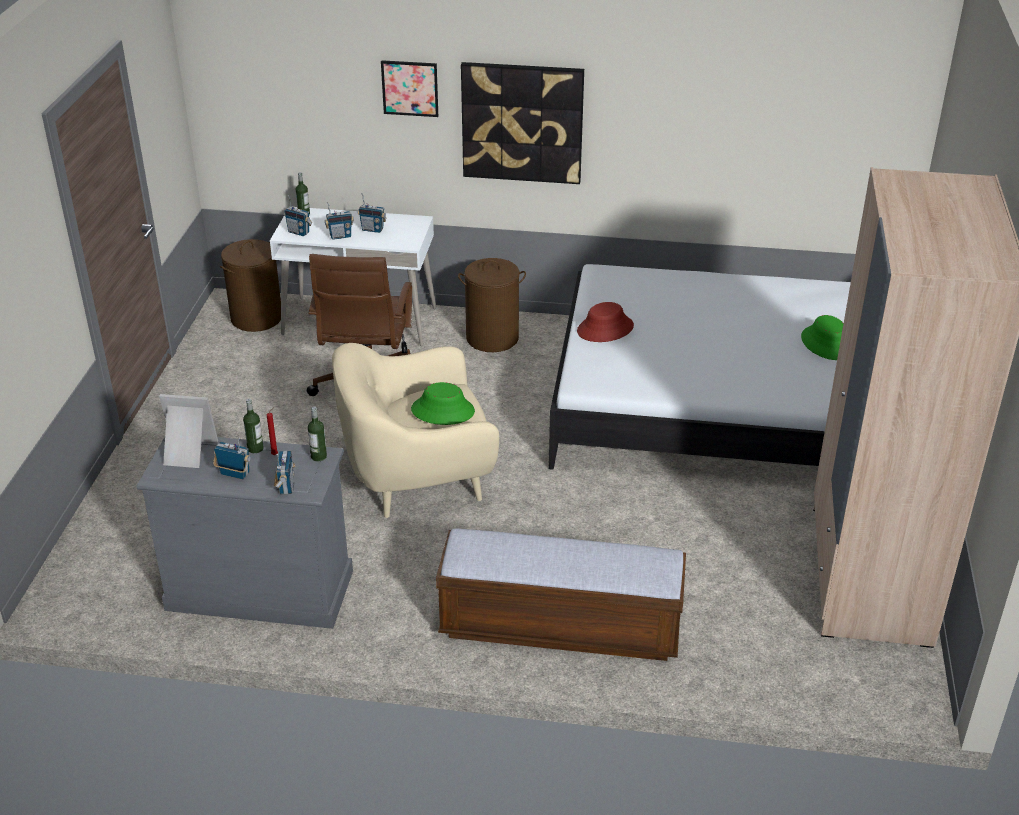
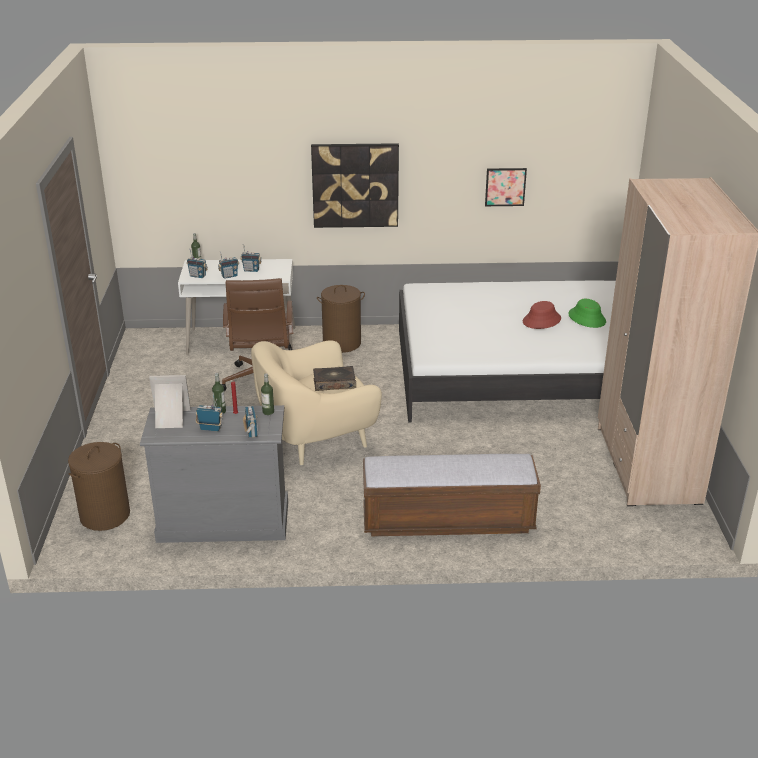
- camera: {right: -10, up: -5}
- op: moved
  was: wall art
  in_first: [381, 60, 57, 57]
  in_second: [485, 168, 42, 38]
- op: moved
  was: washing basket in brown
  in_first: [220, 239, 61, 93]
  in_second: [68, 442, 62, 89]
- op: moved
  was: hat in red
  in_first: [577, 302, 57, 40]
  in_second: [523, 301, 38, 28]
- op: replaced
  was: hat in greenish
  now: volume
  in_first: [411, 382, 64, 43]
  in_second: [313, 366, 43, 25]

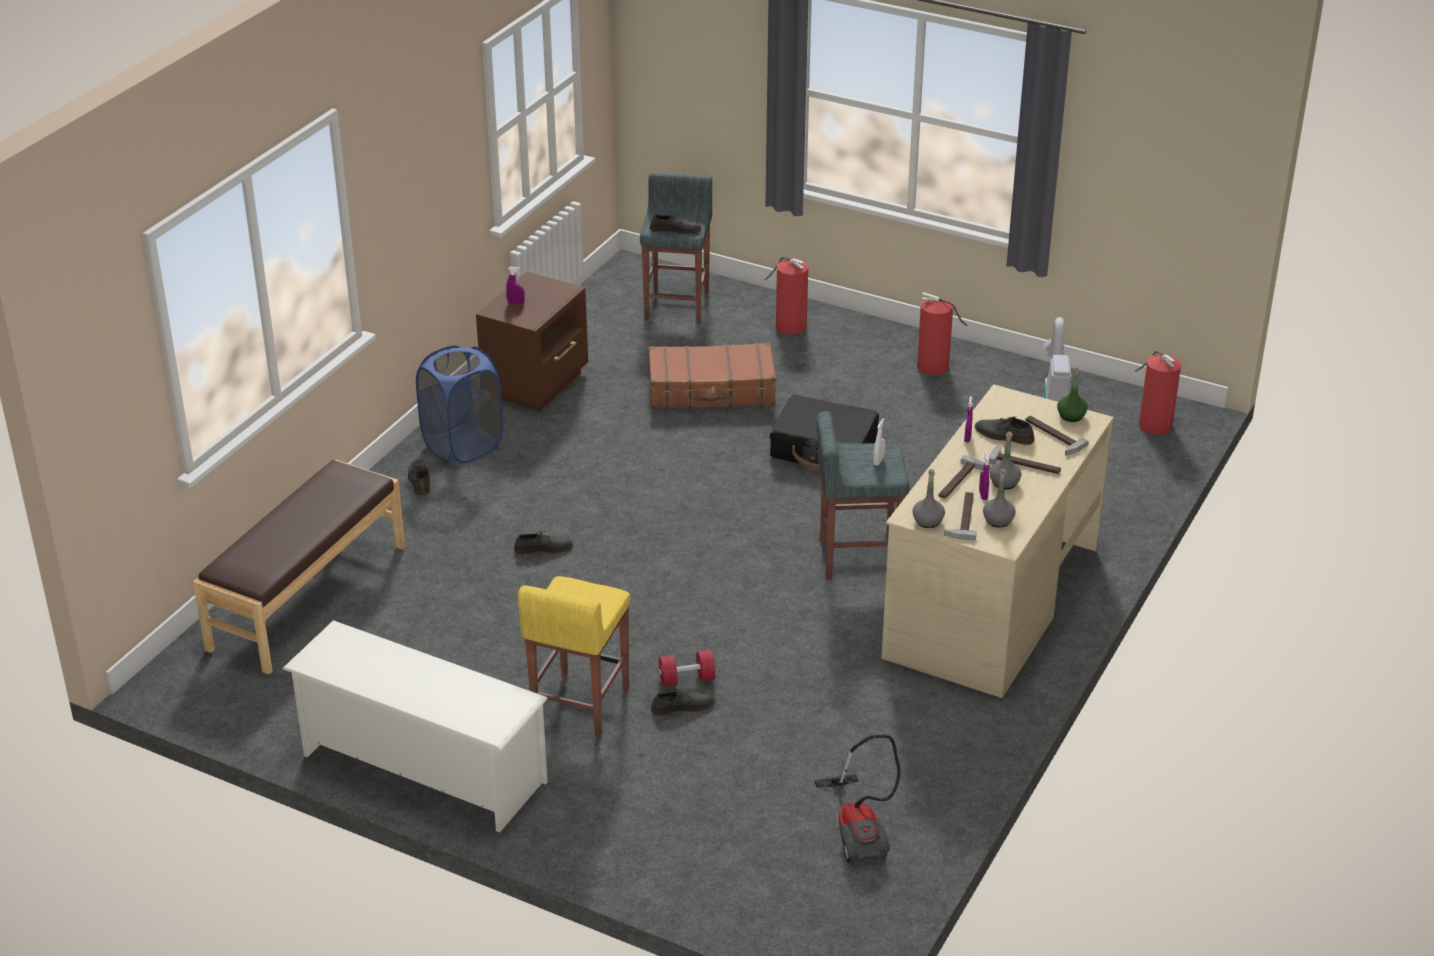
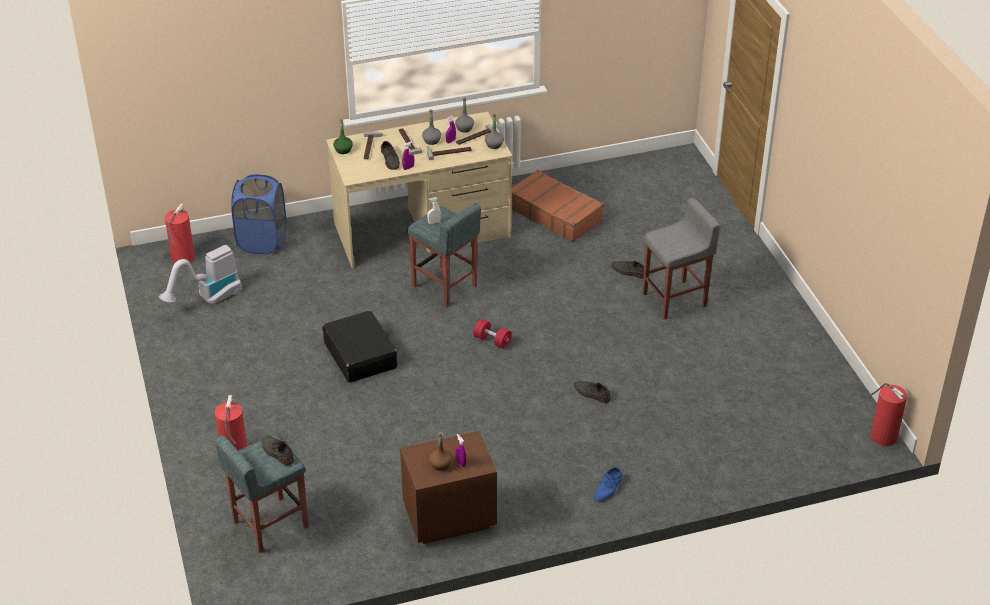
- camera: {right: -135, up: 5}
- op: moved
  was: extinguisher
  in_first: [917, 292, 50, 83]
  in_second: [867, 383, 40, 63]
- op: moved
  was: piece of luggage in brown
  in_first: [649, 343, 127, 66]
  in_second: [511, 170, 93, 72]
- op: moved
  was: washing basket in blue-coloured
  in_first: [416, 346, 87, 117]
  in_second: [231, 174, 55, 80]
- op: removed
  was: bench in brown
  in_first: [193, 460, 212, 215]
- op: recoloured
  was: shoe in grey
  now: shoe in blue-coloured
  in_first: [408, 460, 22, 35]
  in_second: [594, 467, 28, 35]
- op: recoloured
  was: stool seat in yellow
  now: stool seat in grey
  in_first: [518, 576, 112, 162]
  in_second: [643, 198, 78, 122]
- op: removed
  was: shoe shelf in white-coloured
  in_first: [282, 620, 266, 213]
- op: moved
  was: free weight in red
  in_first: [659, 650, 57, 37]
  in_second: [473, 319, 39, 30]
- op: removed
  was: hoover
  in_first: [815, 734, 86, 132]
- op: added
  now: bottle in brown
  in_second: [429, 432, 24, 39]

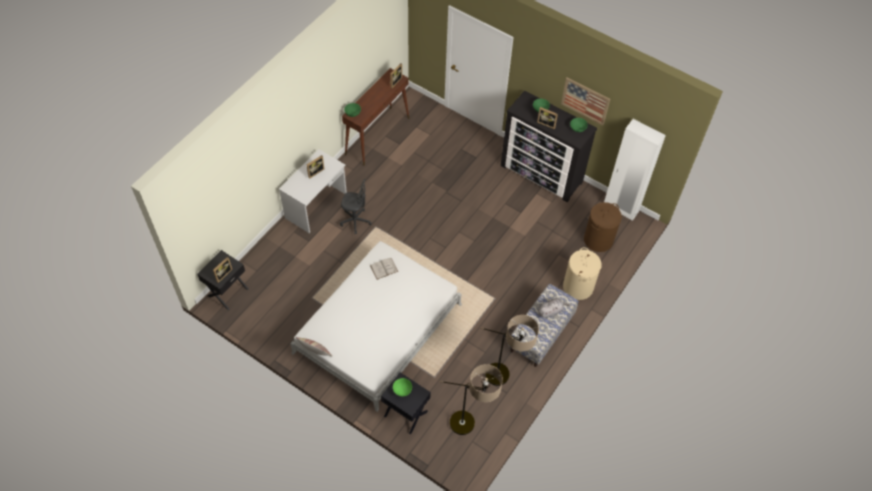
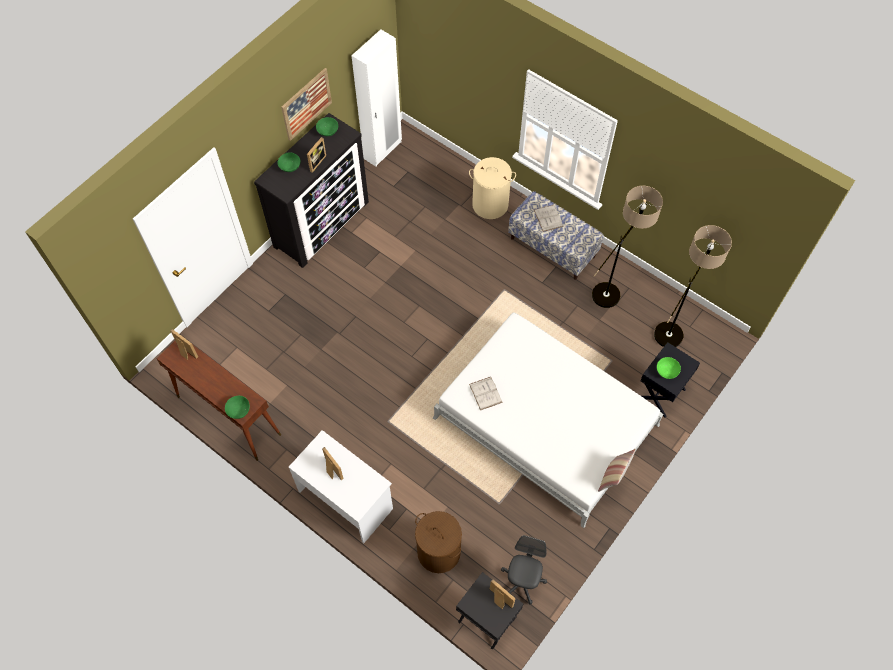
- camera: {right: -85, up: 5}
- op: moved
  was: computer chair in grey
  in_first: [340, 179, 32, 55]
  in_second: [501, 535, 46, 70]
- op: moved
  was: washing basket in brown
  in_first: [584, 202, 38, 50]
  in_second: [415, 511, 47, 62]
- op: replaced
  was: plush toy in grey
  now: volume in white-coloured
  in_first: [538, 298, 32, 20]
  in_second: [534, 205, 29, 27]

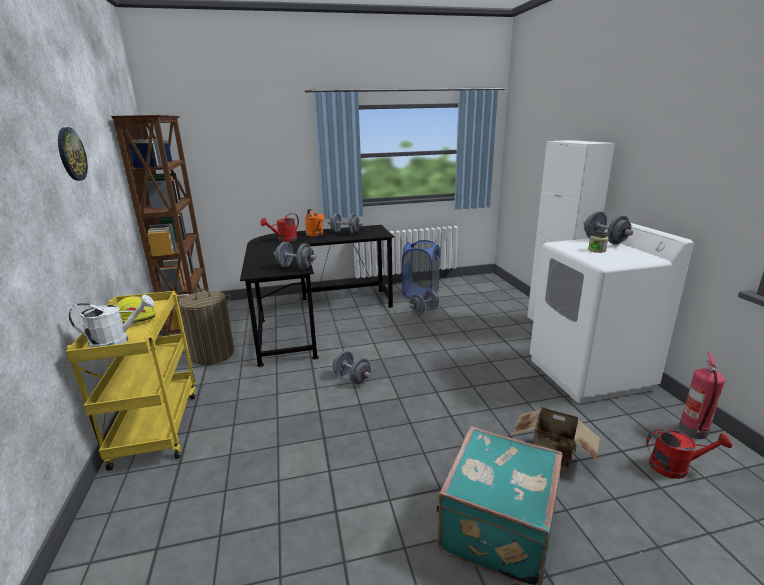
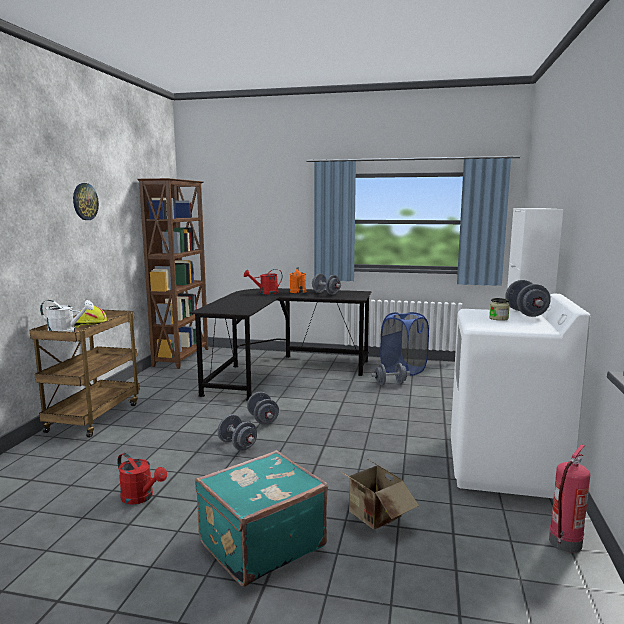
- camera: {right: 25, up: -10}
- op: moved
  was: free weight in grey
  in_first: [273, 242, 44, 27]
  in_second: [217, 414, 40, 37]
- op: removed
  was: washing basket
  in_first: [174, 289, 60, 76]
- op: recoloured
  was: wheeled cart in yellow
  now: wheeled cart in brown
  in_first: [66, 291, 130, 180]
  in_second: [29, 310, 111, 128]
- op: moved
  was: watering can in red
  in_first: [646, 429, 86, 50]
  in_second: [117, 453, 50, 51]

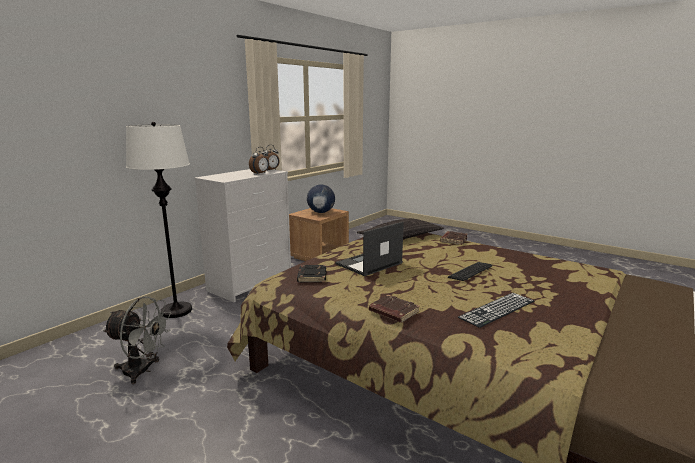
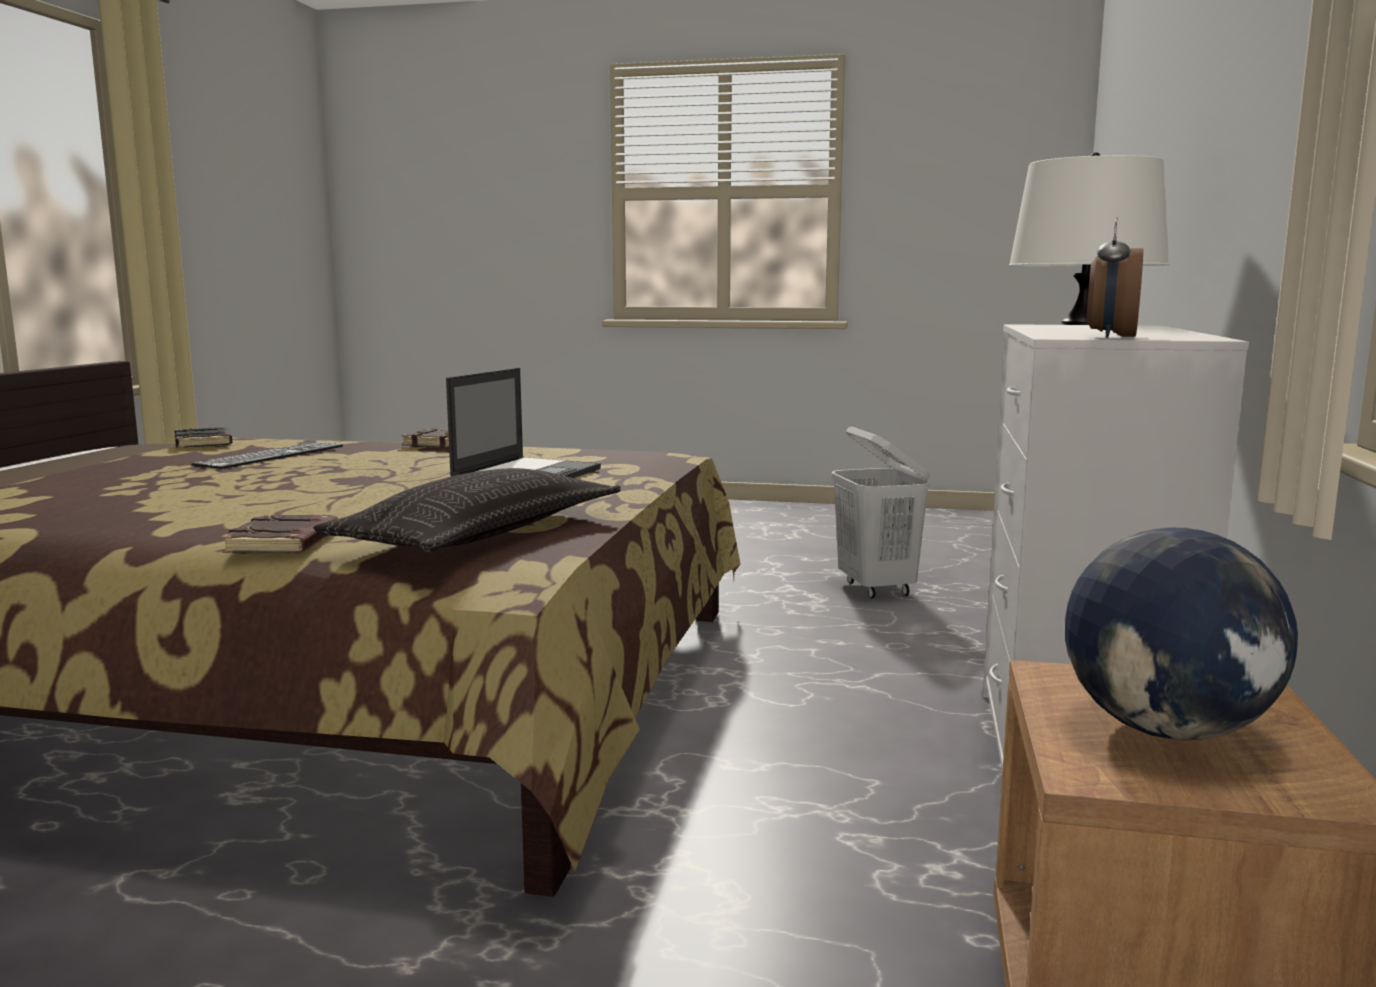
- camera: {right: 155, up: -5}
- op: removed
  was: table clock
  in_first: [249, 147, 20, 27]
- op: removed
  was: PC keyboard
  in_first: [448, 262, 44, 19]
- op: moved
  was: volume in blackish
  in_first: [297, 265, 30, 17]
  in_second: [175, 427, 57, 21]
- op: replaced
  was: fan in grey
  now: washing basket in white-coloured
  in_first: [103, 296, 68, 88]
  in_second: [831, 427, 99, 172]

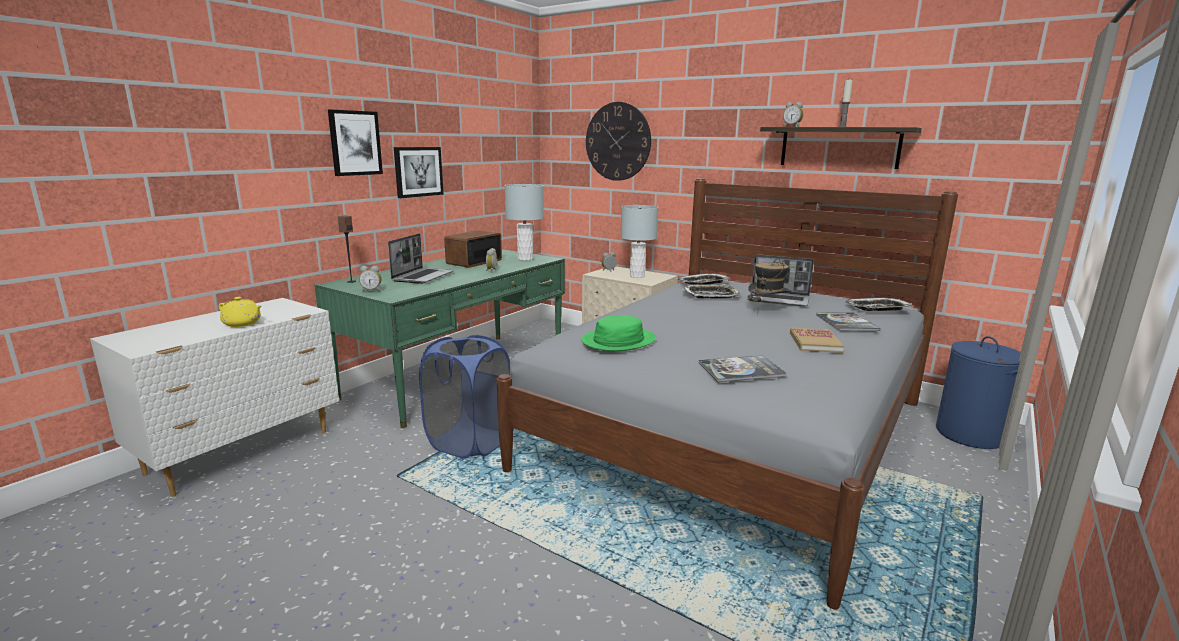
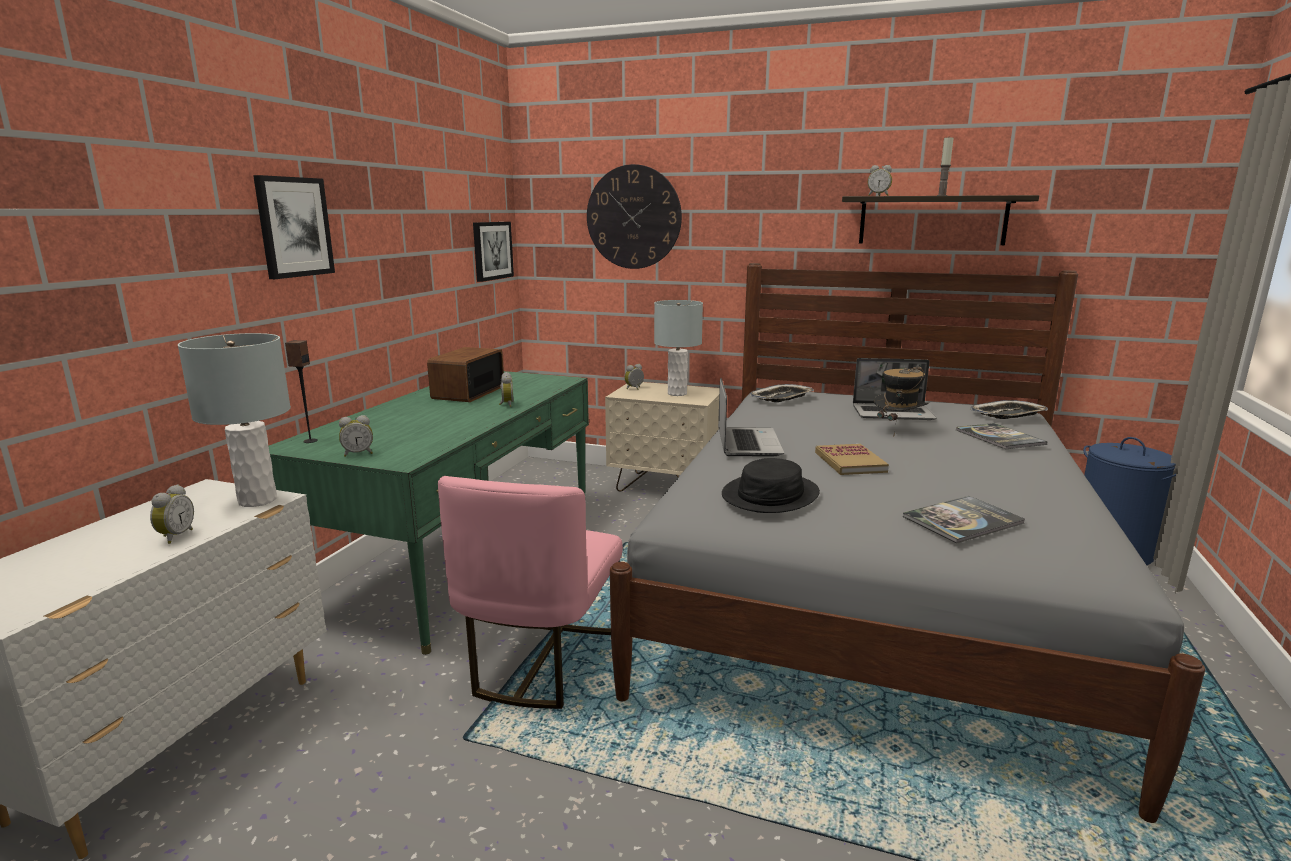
- camera: {right: -15, up: 0}
- op: moved
  was: wall art
  in_first: [394, 147, 50, 51]
  in_second: [473, 222, 41, 60]
- op: moved
  was: lamp for a table in grey
  in_first: [505, 184, 39, 77]
  in_second: [178, 333, 113, 174]
- op: moved
  was: portable computer
  in_first: [388, 234, 66, 50]
  in_second: [718, 378, 66, 78]
- op: removed
  was: carrying tray
  in_first: [682, 284, 59, 14]
- op: replaced
  was: tea pot in yellow
  now: table clock
  in_first: [219, 297, 42, 30]
  in_second: [150, 484, 44, 60]
- op: recoloured
  was: hat in greenish
  now: hat in blackish
  in_first: [581, 315, 75, 36]
  in_second: [722, 458, 98, 55]
- op: moved
  was: volume
  in_first: [790, 328, 54, 25]
  in_second: [815, 444, 74, 31]
- op: replaced
  was: washing basket in blue-coloured
  now: chair in pinkish
  in_first: [419, 335, 91, 124]
  in_second: [438, 476, 185, 233]

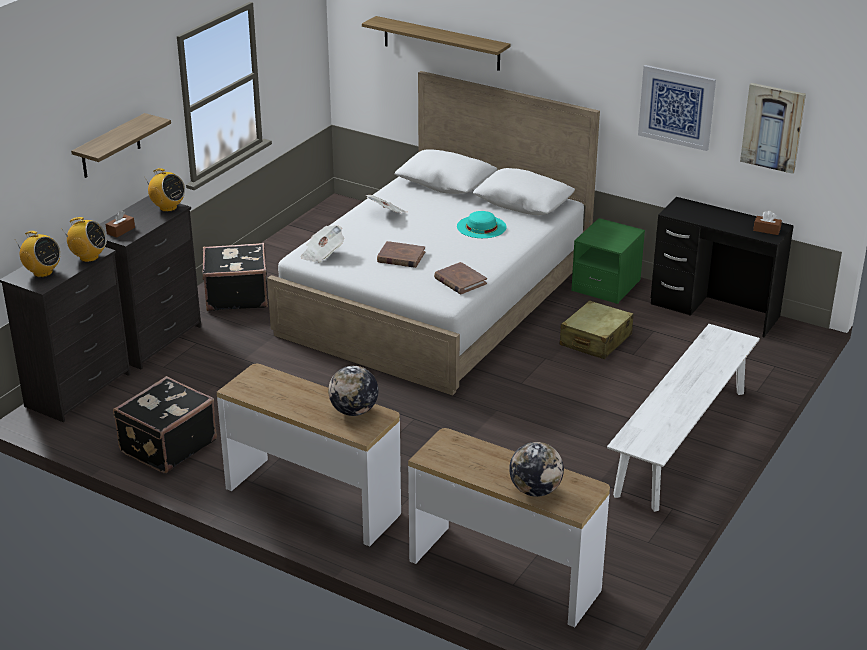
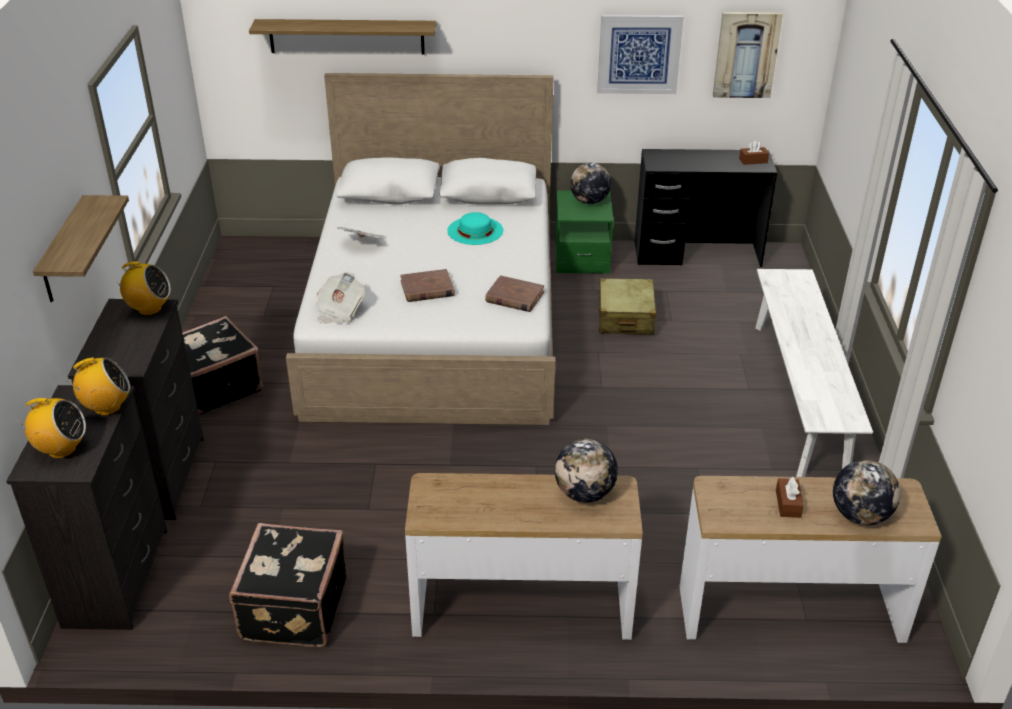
- camera: {right: -30, up: 5}
- op: moved
  was: tissue holder in brown
  in_first: [106, 211, 29, 27]
  in_second: [776, 477, 28, 41]
- op: added
  now: desk globe
  in_second: [570, 163, 41, 41]

